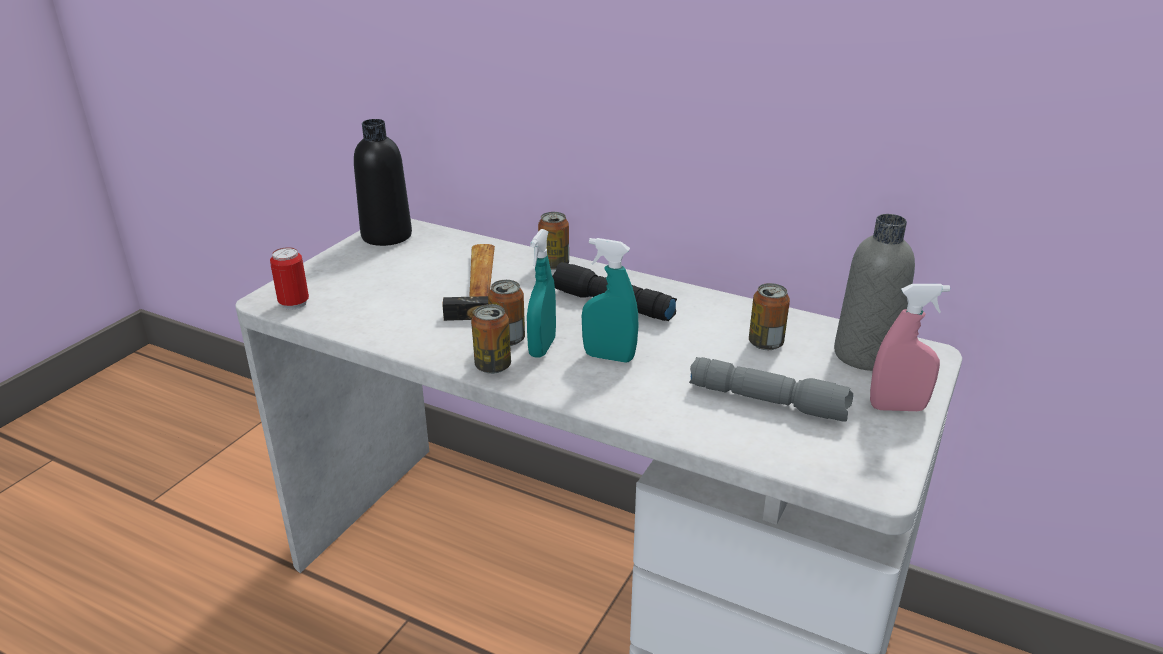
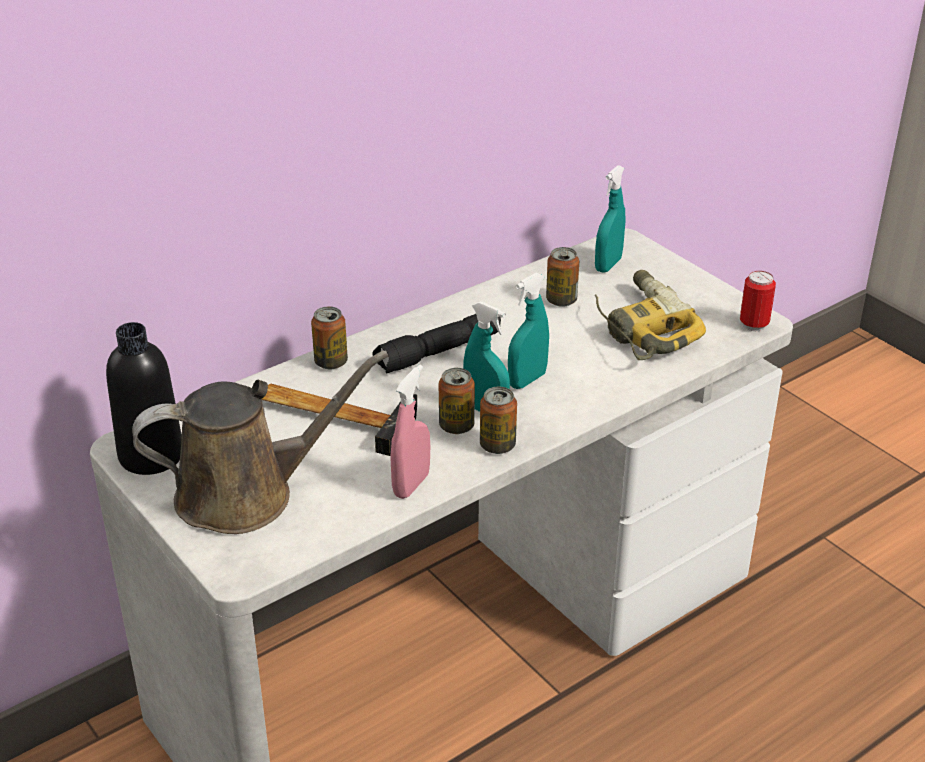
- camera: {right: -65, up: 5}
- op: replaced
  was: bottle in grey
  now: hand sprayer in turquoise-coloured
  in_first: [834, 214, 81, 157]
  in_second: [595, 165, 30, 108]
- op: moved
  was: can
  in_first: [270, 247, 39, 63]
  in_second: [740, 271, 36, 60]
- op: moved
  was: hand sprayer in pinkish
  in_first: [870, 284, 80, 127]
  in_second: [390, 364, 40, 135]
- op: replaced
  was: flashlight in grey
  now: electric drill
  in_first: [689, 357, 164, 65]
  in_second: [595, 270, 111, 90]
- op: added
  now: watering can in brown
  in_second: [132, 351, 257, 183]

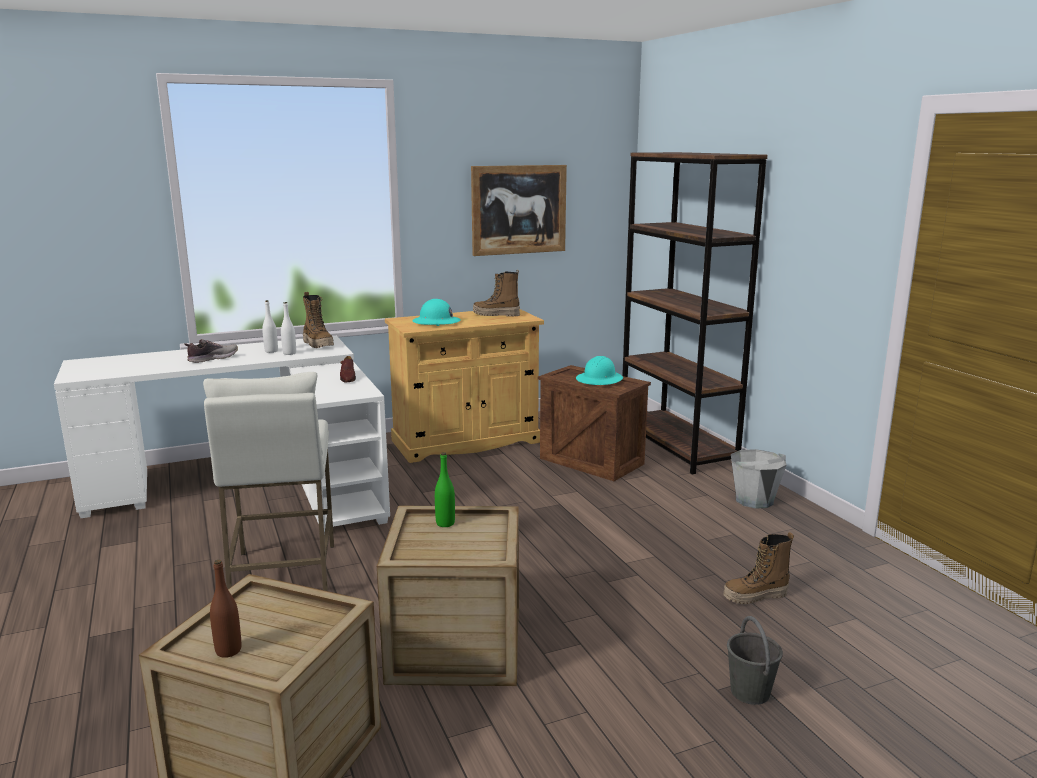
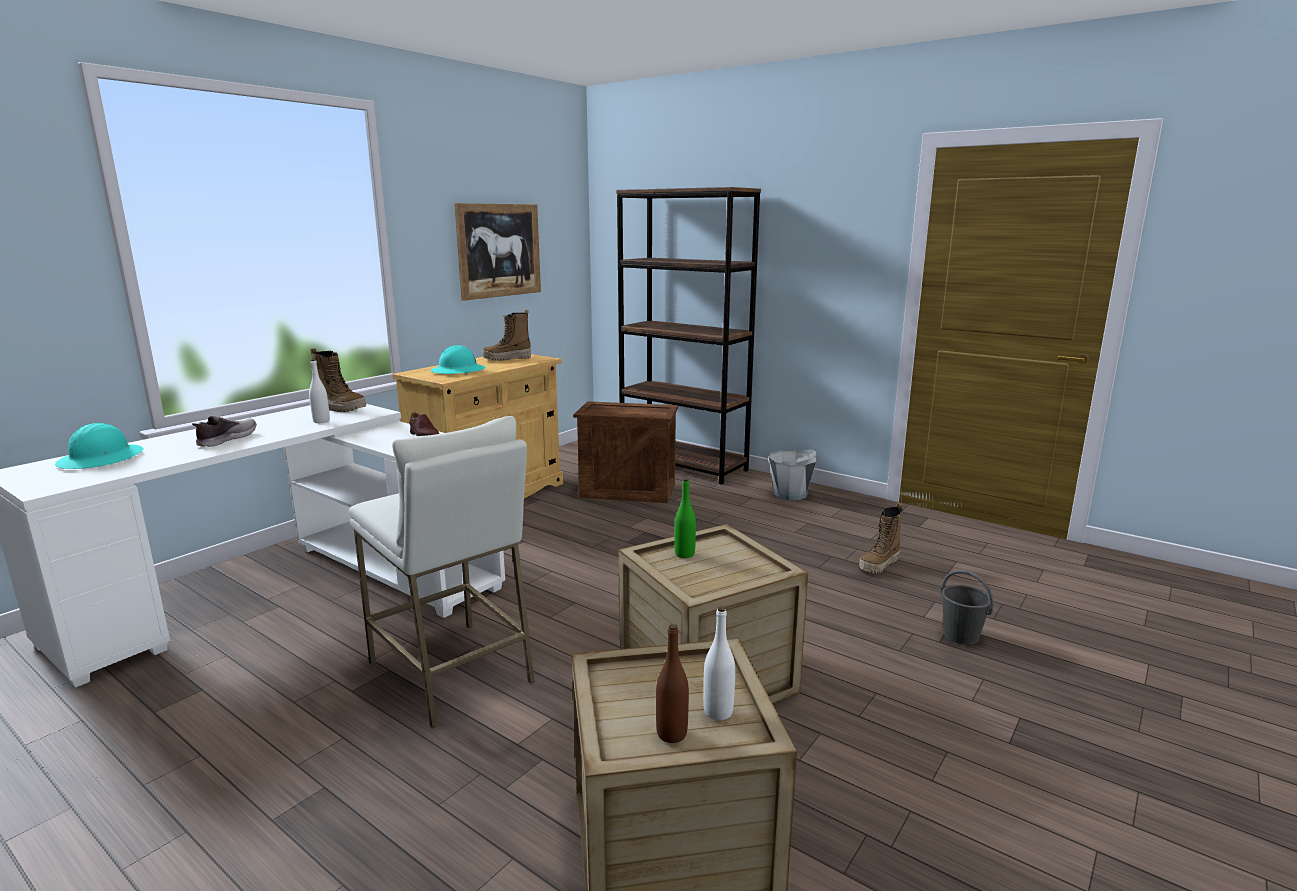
- camera: {right: -30, up: 0}
- op: moved
  was: bottle in white-coloured
  in_first: [262, 300, 16, 53]
  in_second: [703, 606, 32, 114]
- op: moved
  was: hard hat in turquoise-coloured
  in_first: [576, 356, 47, 29]
  in_second: [55, 423, 88, 46]

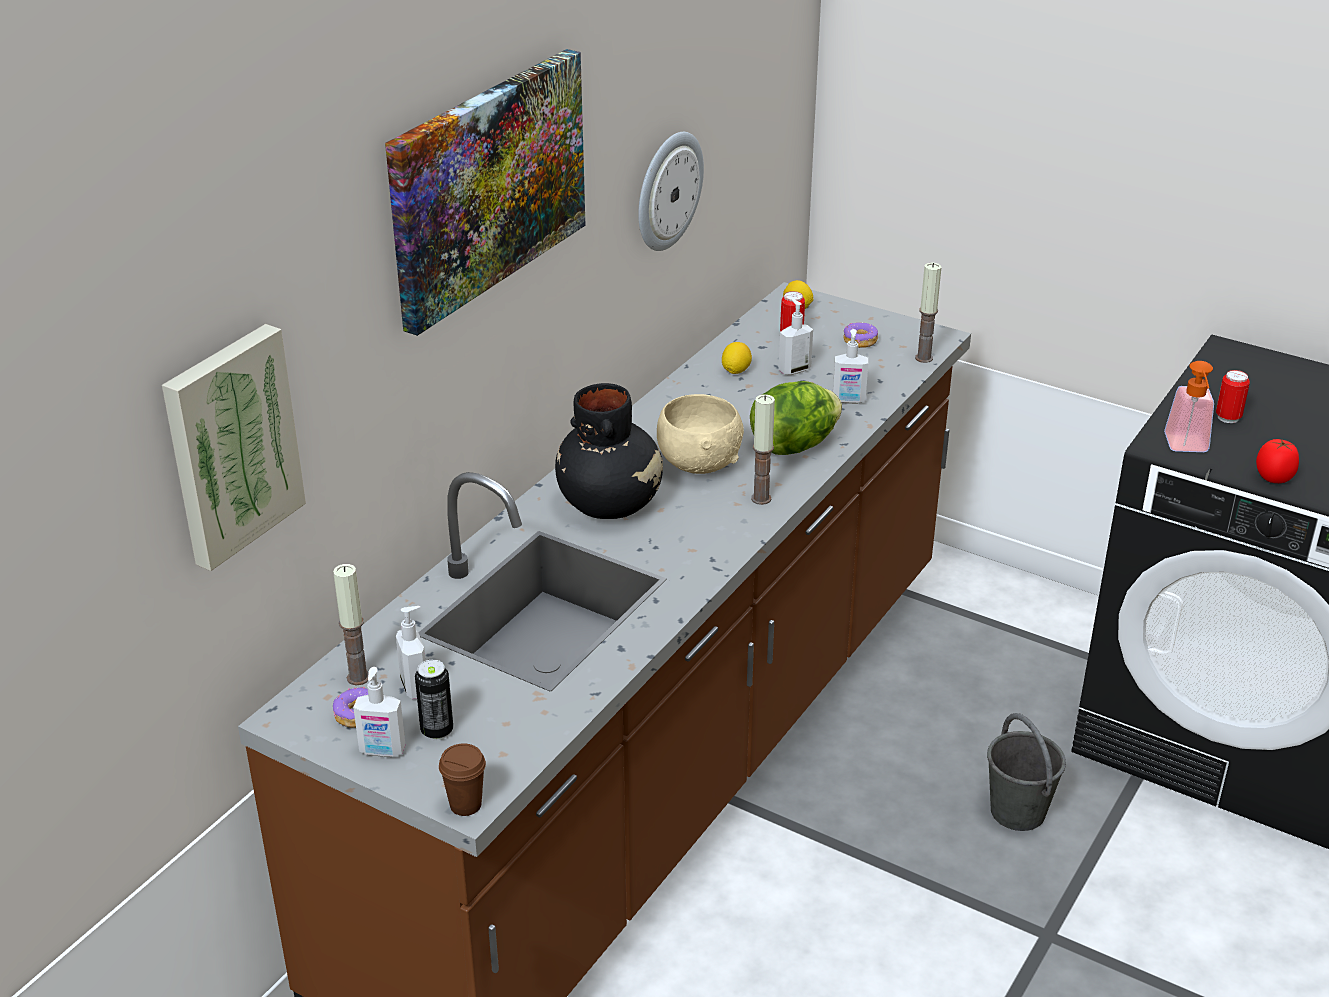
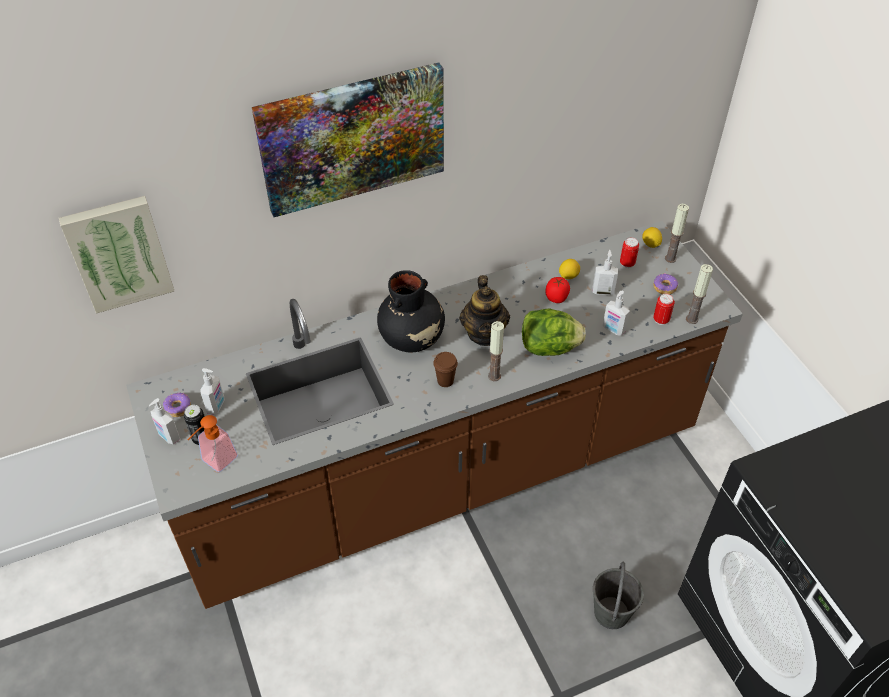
- camera: {right: 35, up: 15}
- op: removed
  was: hanging clock
  in_first: [638, 132, 66, 119]
- op: moved
  was: soap dispenser
  in_first: [1164, 361, 50, 91]
  in_second: [187, 415, 51, 57]
- op: moved
  was: can
  in_first: [1216, 370, 34, 53]
  in_second: [653, 294, 22, 31]
- op: replaced
  was: bowl in beige
  now: tea pot
  in_first: [657, 394, 87, 80]
  in_second: [459, 275, 51, 71]
- op: moved
  was: fresh tomato
  in_first: [1256, 439, 43, 44]
  in_second: [545, 277, 25, 26]
- op: moved
  was: wax light
  in_first: [333, 564, 36, 121]
  in_second: [665, 204, 24, 59]
- op: moved
  was: cup in brown
  in_first: [439, 743, 47, 73]
  in_second: [433, 352, 25, 35]

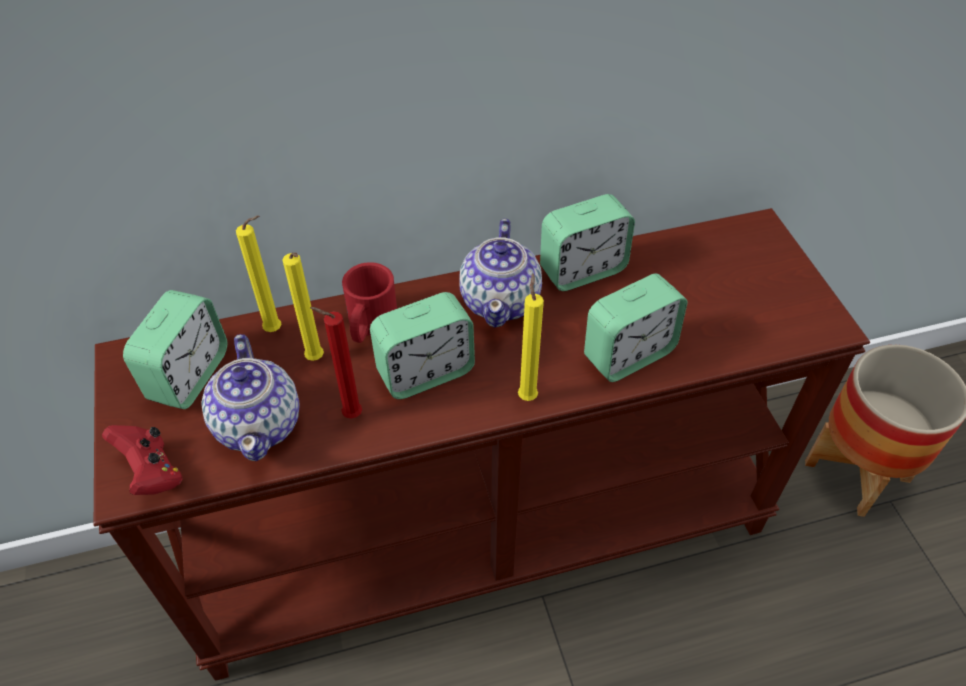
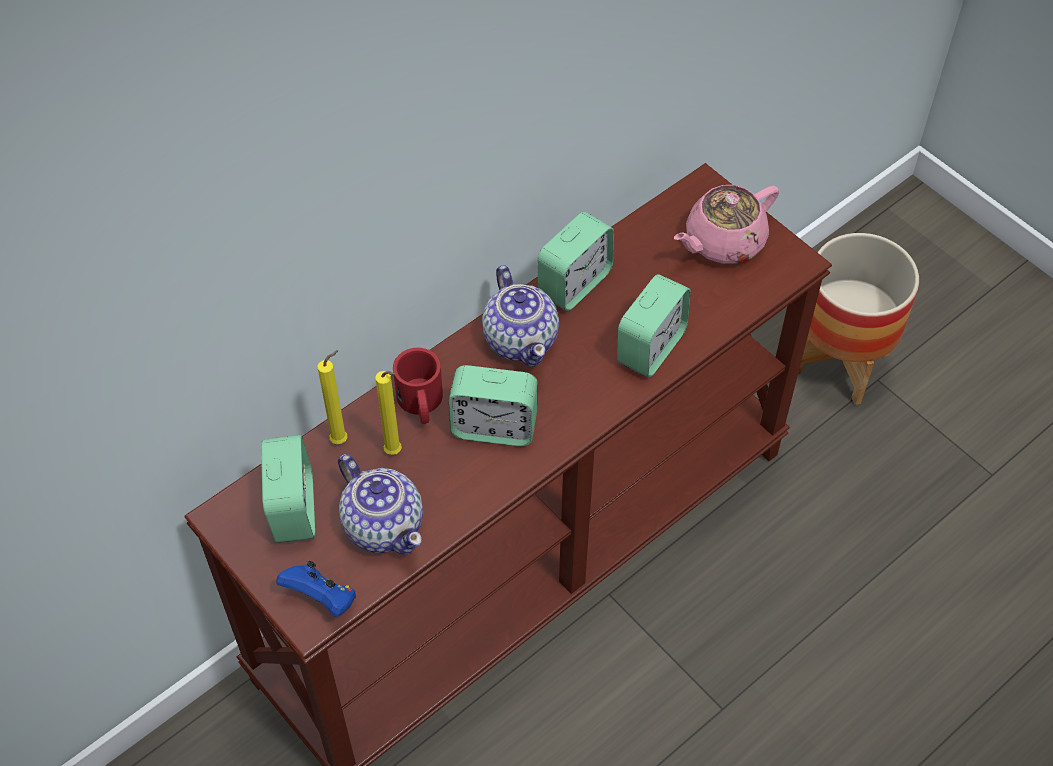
- camera: {right: -25, up: 5}
- op: removed
  was: wax light in yellow
  in_first: [518, 273, 26, 128]
- op: turned
  was: table clock
  in_first: [370, 292, 105, 107]
  in_second: [449, 365, 89, 81]
  clockwise: 60
- op: removed
  was: wax light in red
  in_first: [310, 307, 52, 112]
- op: recoloured
  was: game controller in red
  now: game controller in blue-coloured
  in_first: [102, 425, 81, 70]
  in_second: [276, 561, 80, 56]
- op: added
  now: tea pot in pinkish
  in_second: [674, 185, 105, 79]

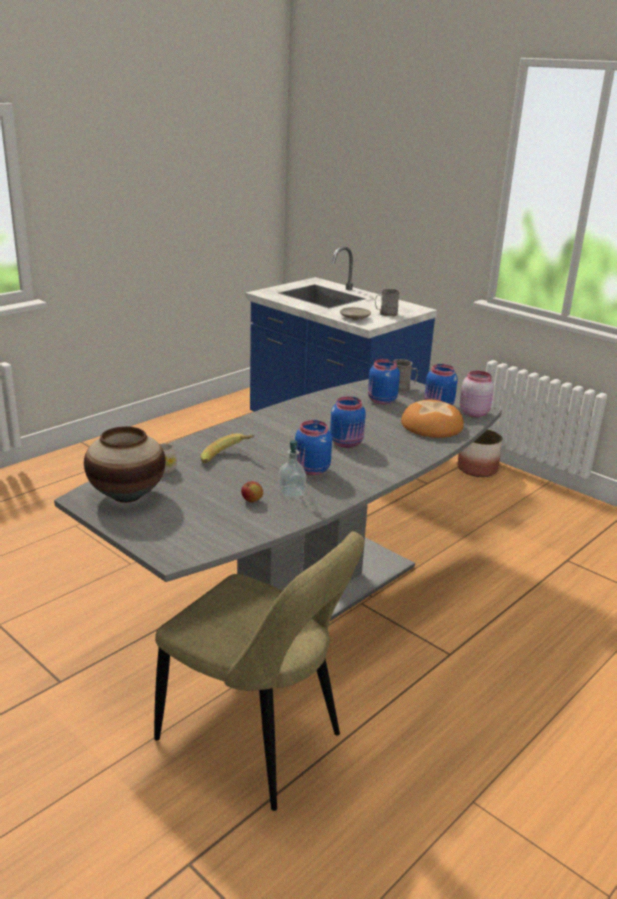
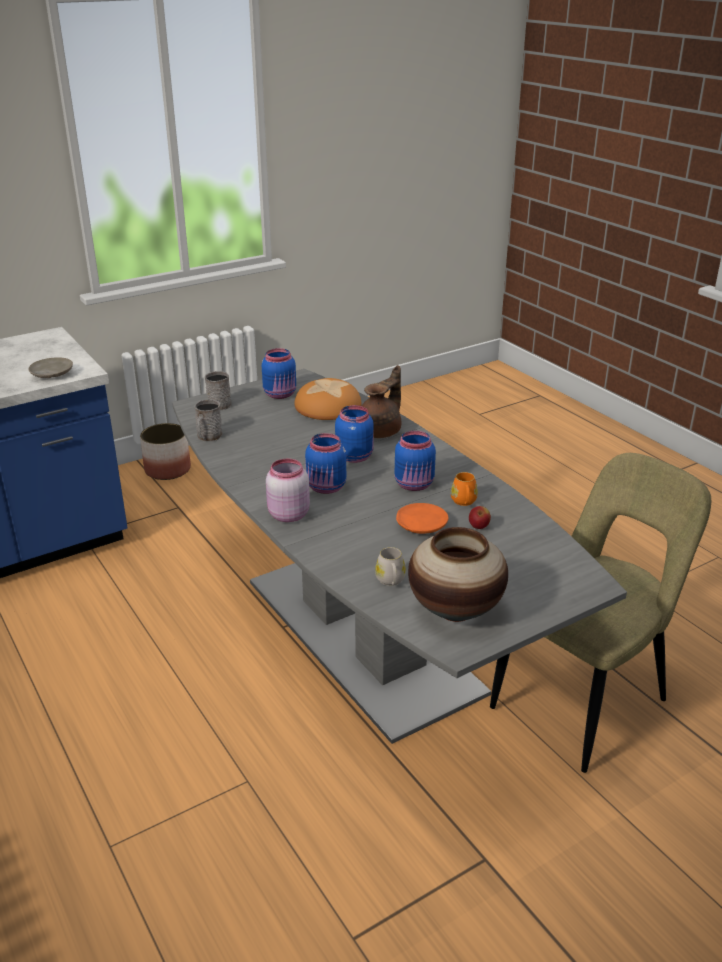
- camera: {right: -75, up: 5}
- op: moved
  was: coffee mug in grey
  in_first: [375, 289, 25, 27]
  in_second: [194, 400, 29, 42]
- op: moved
  was: storage jar in blue-coloured
  in_first: [368, 359, 32, 45]
  in_second: [305, 433, 41, 61]
- op: moved
  was: storage jar in pinkish
  in_first: [460, 371, 34, 46]
  in_second: [266, 459, 44, 63]
- op: removed
  was: banana fruit
  in_first: [201, 433, 54, 30]
- op: replaced
  was: soap dispenser
  now: coffee mug in orange-coloured
  in_first: [278, 440, 28, 58]
  in_second: [451, 472, 27, 34]
- op: added
  now: tea pot in brown
  in_second: [362, 365, 39, 73]
- op: added
  now: dinner plate in orange-coloured
  in_second: [396, 503, 53, 31]

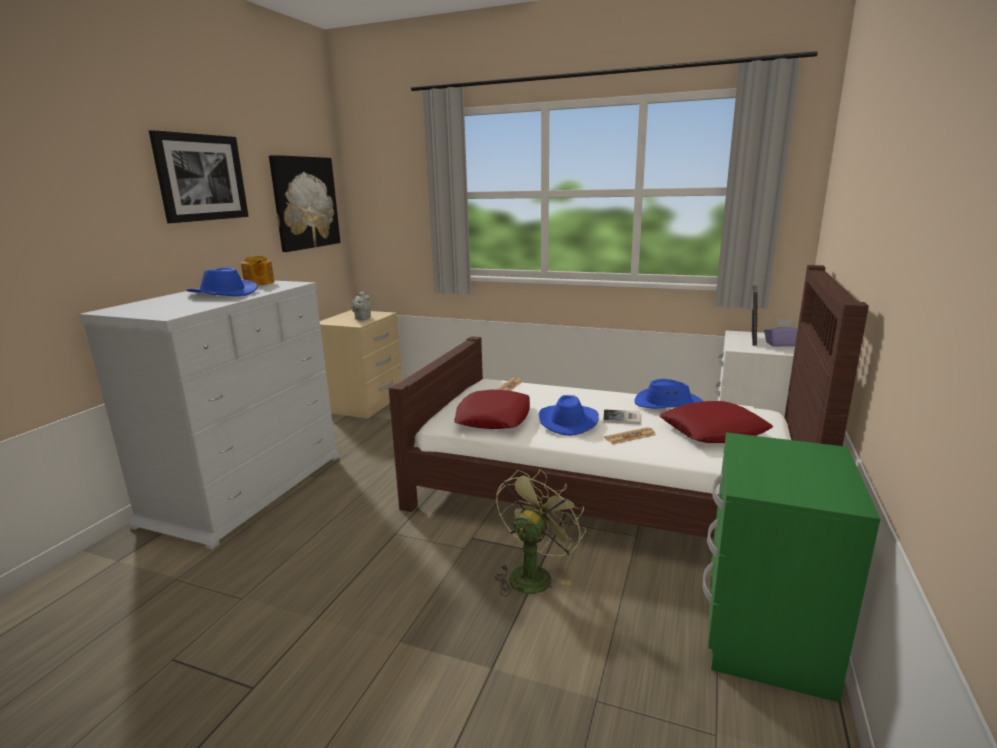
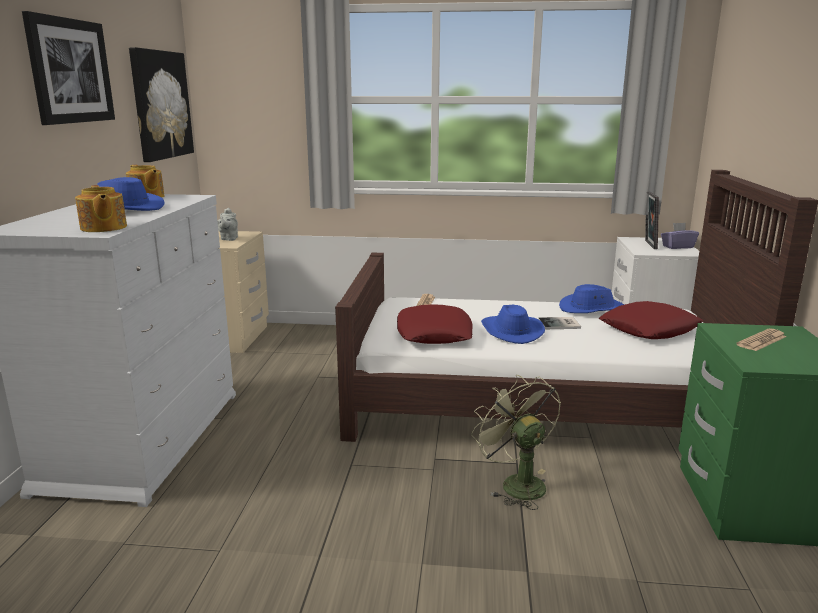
- camera: {right: -15, up: 0}
- op: moved
  was: newspaper
  in_first: [604, 427, 52, 17]
  in_second: [736, 329, 51, 22]
- op: turned
  was: fan in greenish
  in_first: [495, 469, 91, 127]
  in_second: [471, 375, 90, 135]
  clockwise: -45
- op: added
  now: tea pot
  in_second: [75, 185, 52, 47]

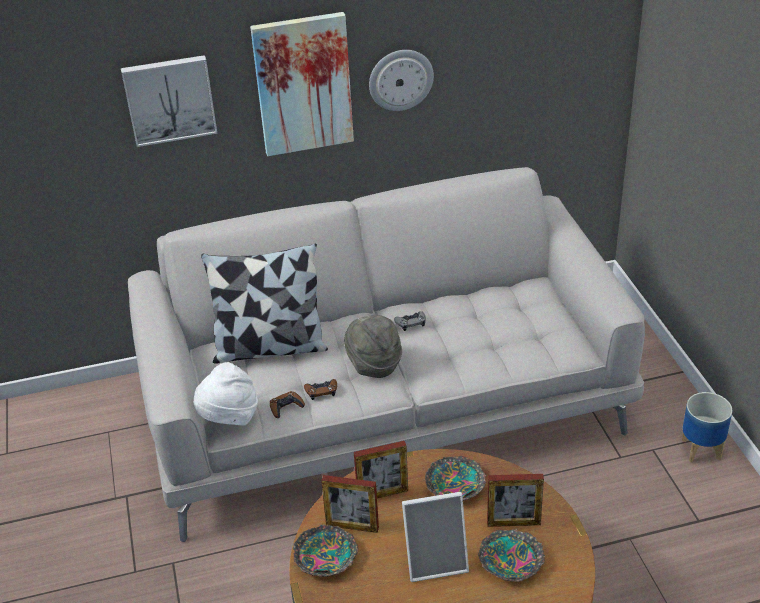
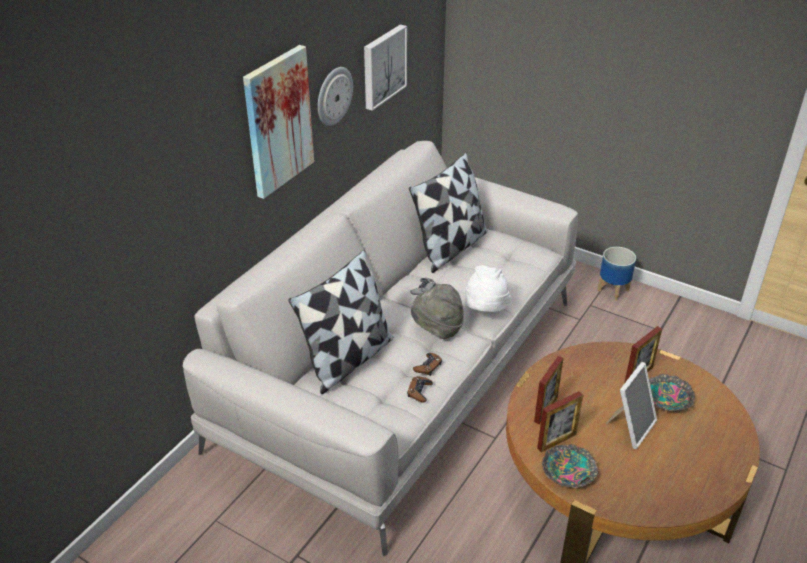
- camera: {right: -45, up: 0}
- op: moved
  was: wall art
  in_first: [121, 55, 97, 92]
  in_second: [364, 24, 43, 87]
- op: moved
  was: hat in white-coloured
  in_first: [193, 362, 65, 64]
  in_second: [464, 265, 47, 47]
- op: removed
  was: bowl
  in_first: [425, 456, 62, 45]
- op: added
  now: pillow
  in_second: [409, 152, 78, 121]

